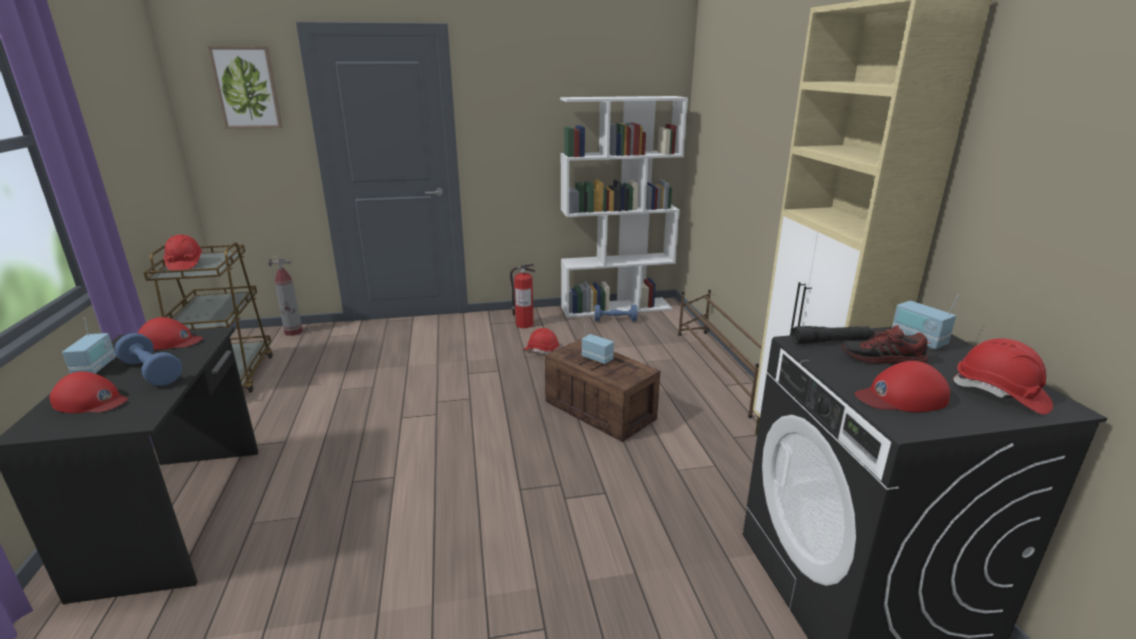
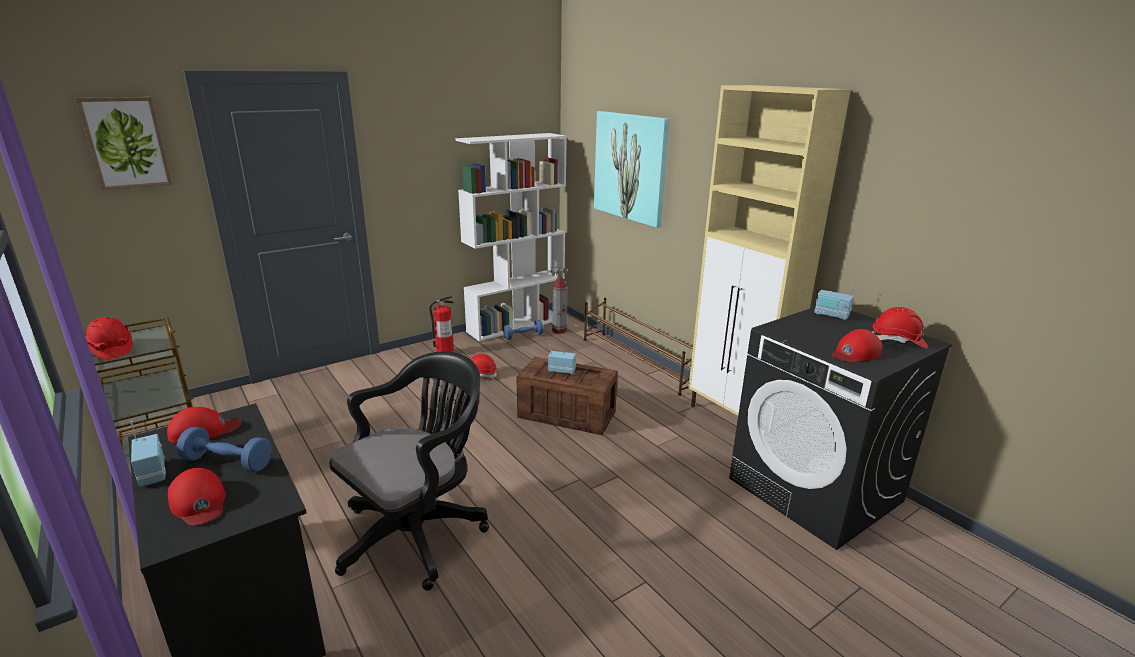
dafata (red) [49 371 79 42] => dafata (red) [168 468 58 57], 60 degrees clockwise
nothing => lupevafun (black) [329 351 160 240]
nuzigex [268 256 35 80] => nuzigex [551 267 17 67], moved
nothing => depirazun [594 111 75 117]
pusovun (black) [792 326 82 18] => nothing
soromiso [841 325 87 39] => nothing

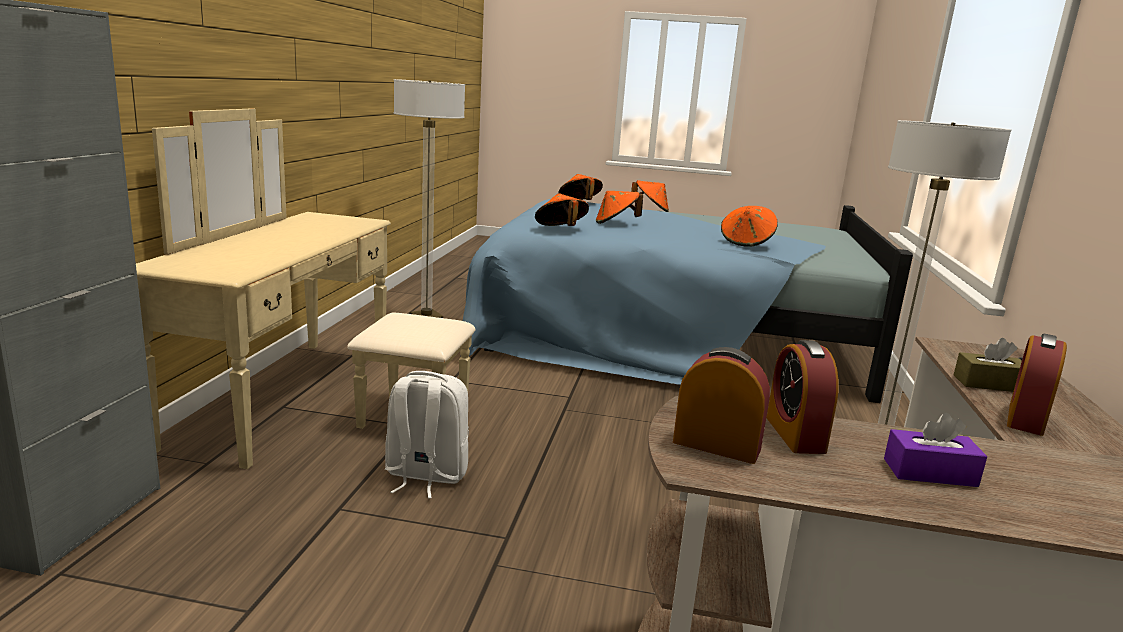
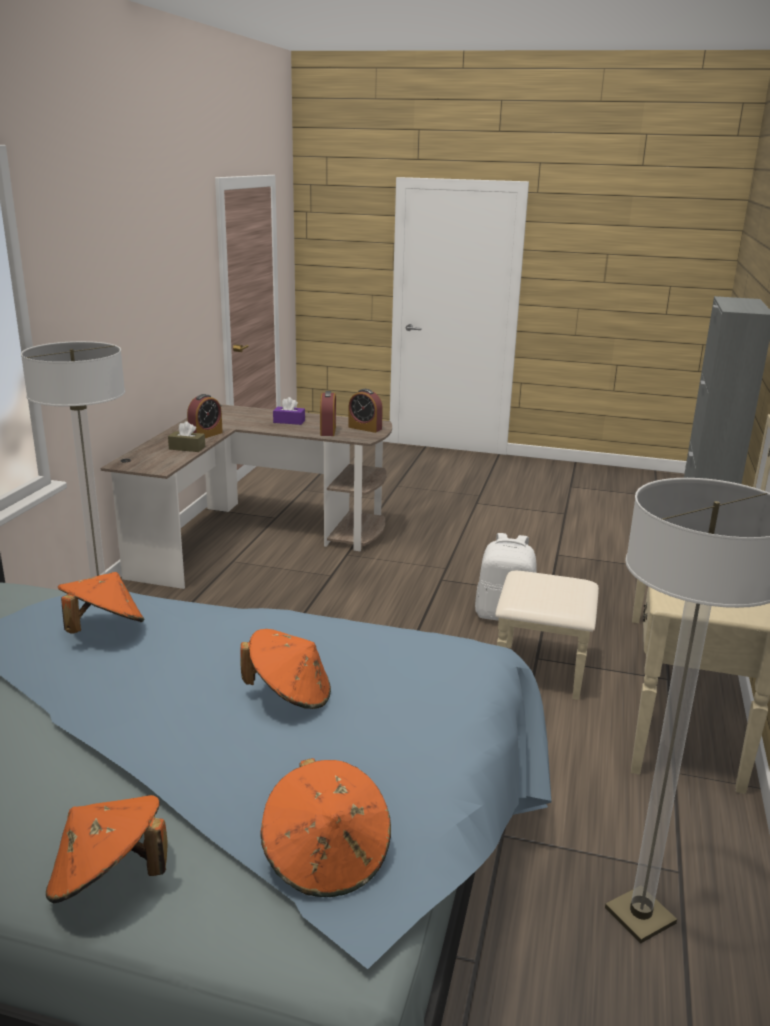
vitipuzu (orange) [535 193 54 33] => nothing

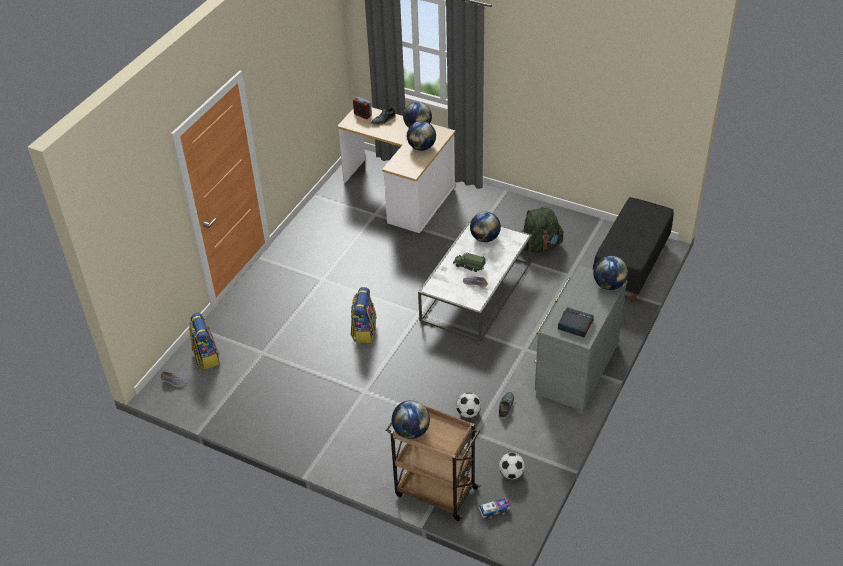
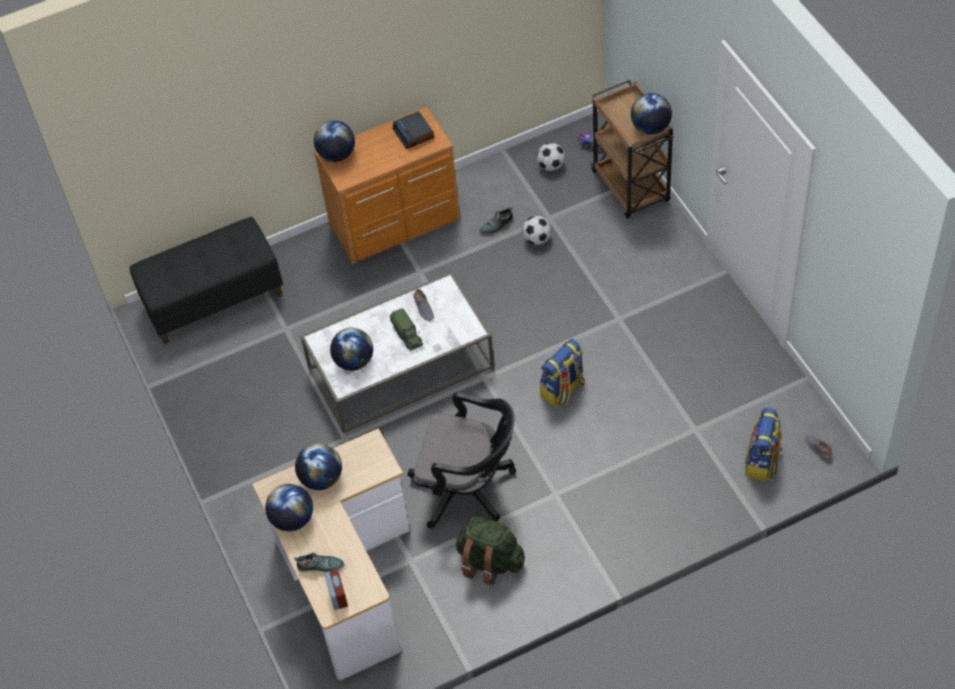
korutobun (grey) [535 265 92 149] => korutobun (brown) [314 107 146 157]
nothing => lupevafun (black) [407 392 109 136]
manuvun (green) [522 207 42 46] => manuvun (green) [456 517 69 68], moved

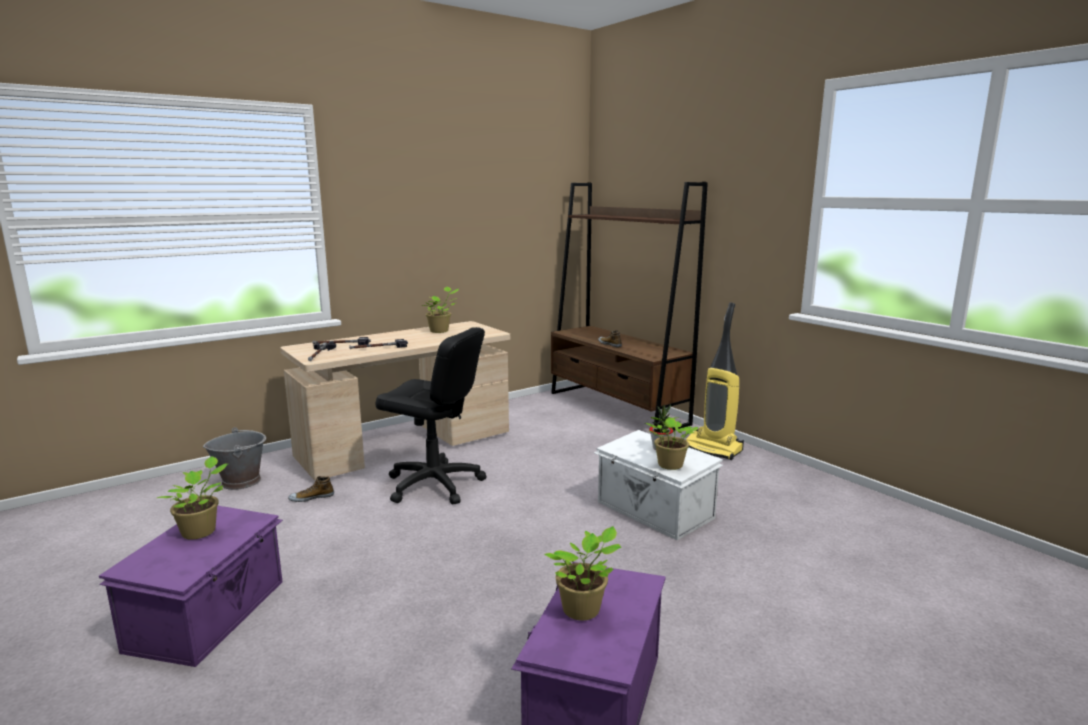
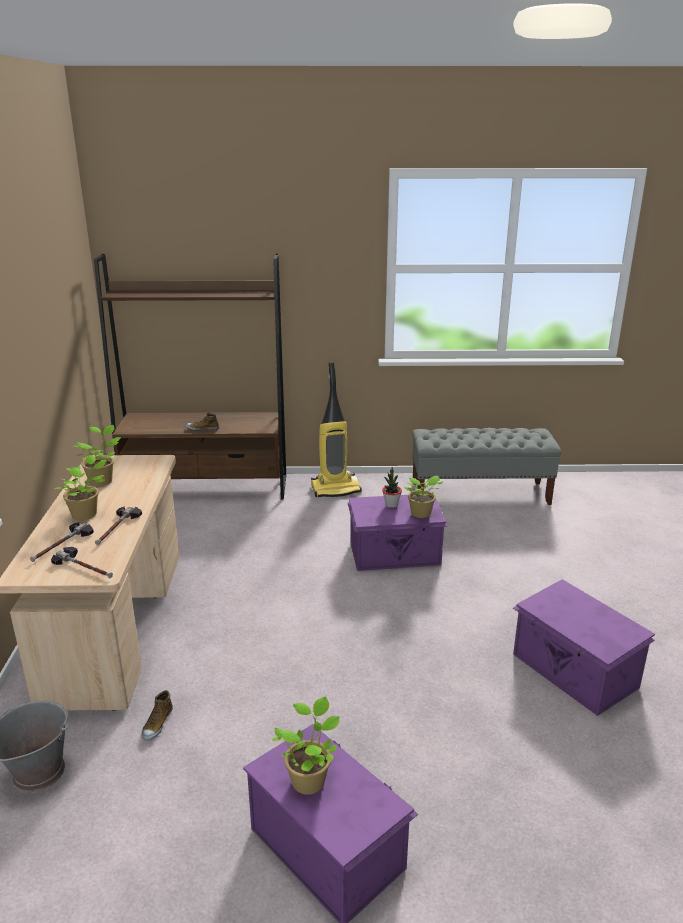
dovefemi [544 526 77 94] => dovefemi [55 455 52 65], moved
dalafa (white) [594 430 129 110] => dalafa (purple) [347 495 102 76]
nothing => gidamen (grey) [412 428 150 77]
lupevafun (black) [375 327 111 178] => nothing

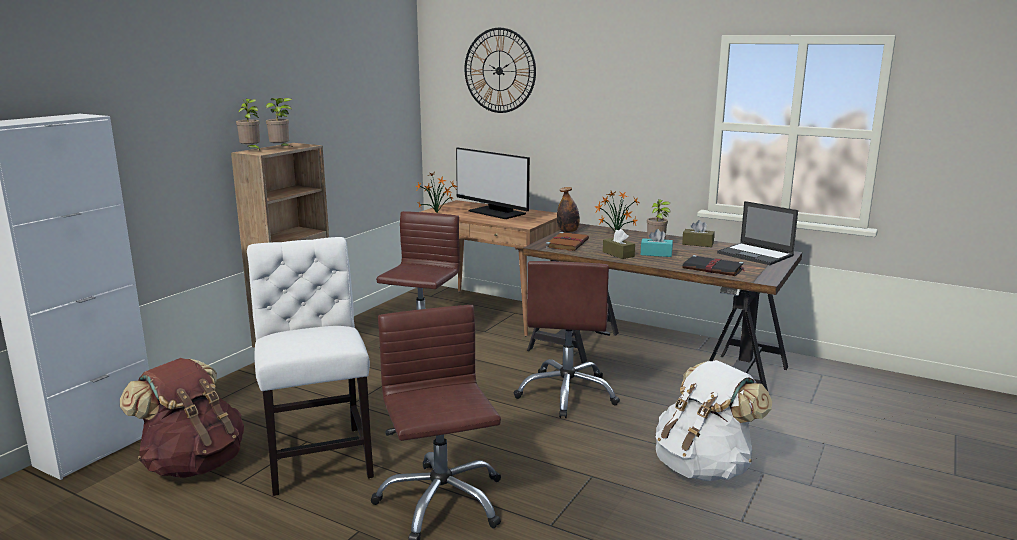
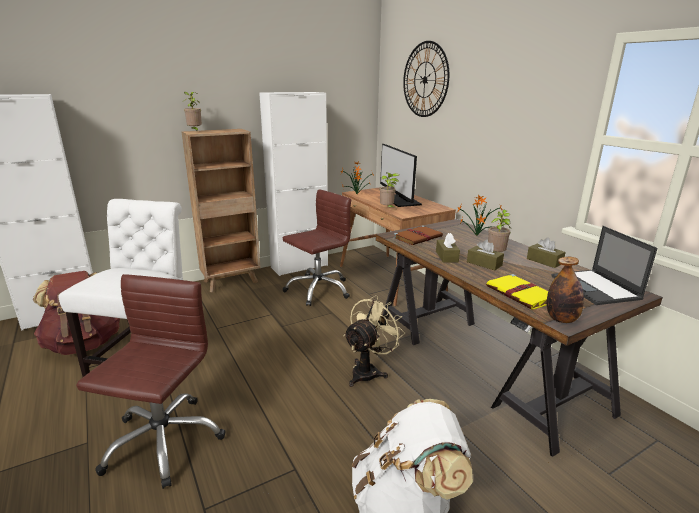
nothing => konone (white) [259 92 69 184]
lupevafun (brown) [514 261 106 157] => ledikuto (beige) [343 295 62 92]
dovefemi [266 98 26 48] => dovefemi [379 173 20 34], moved
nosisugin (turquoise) [641 229 32 28] => nosisugin (brown) [467 239 37 31]
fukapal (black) [682 255 64 21] => fukapal (yellow) [486 274 62 36]
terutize [557 187 23 46] => terutize [547 257 37 66], moved

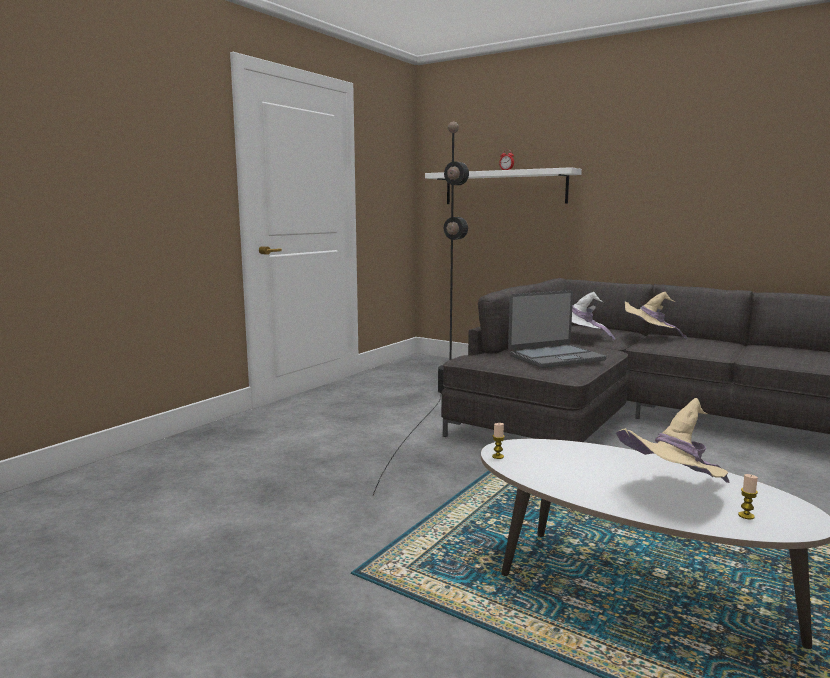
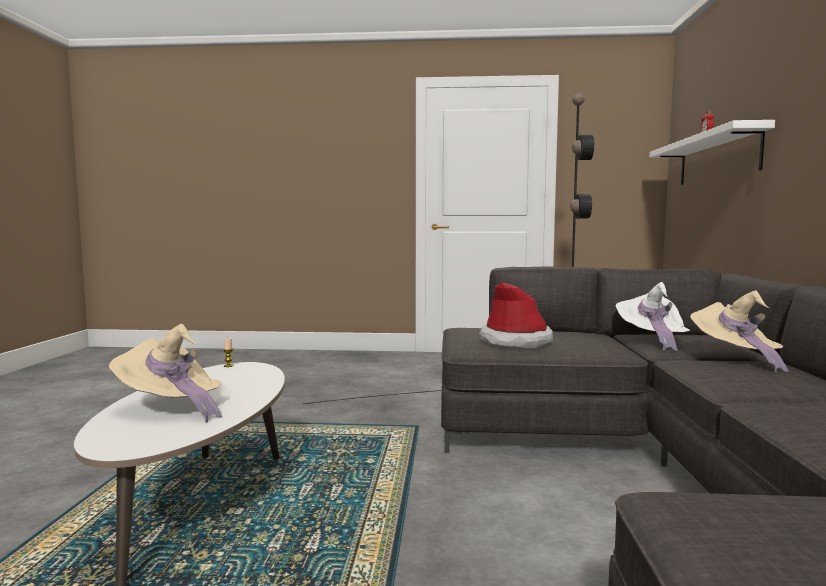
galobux [508 290 98 78] => vitipuzu [479 282 74 67]
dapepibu [738 474 20 46] => nothing

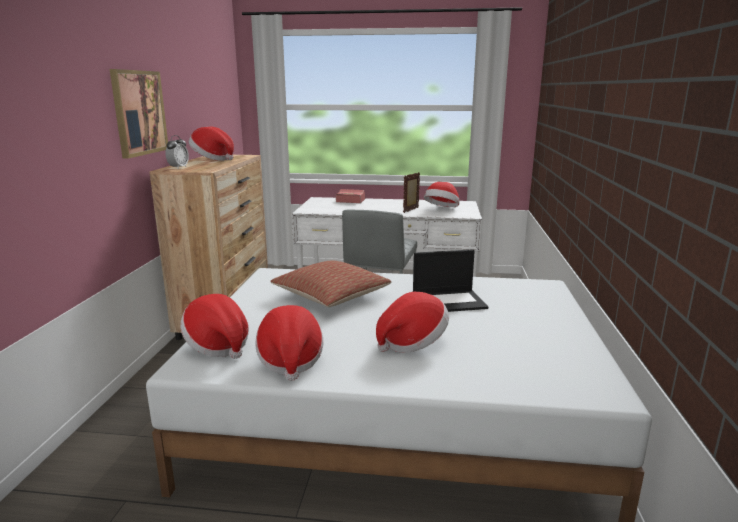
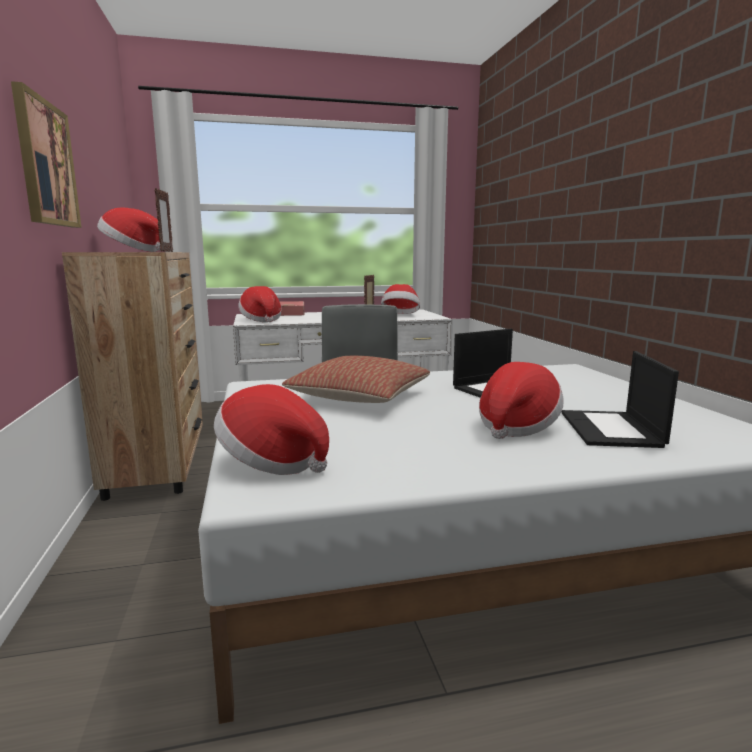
nothing => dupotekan [154 188 19 64]
vitipuzu [255 305 68 76] => vitipuzu [238 286 44 36], moved
nothing => galobux [562 351 117 97]
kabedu [165 135 24 33] => nothing

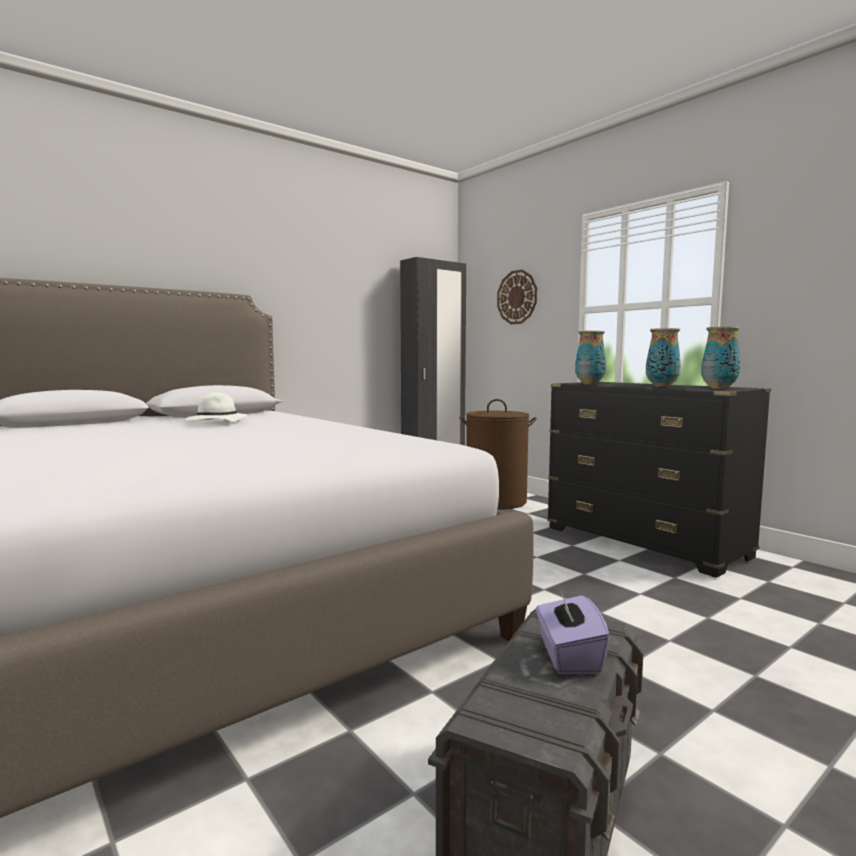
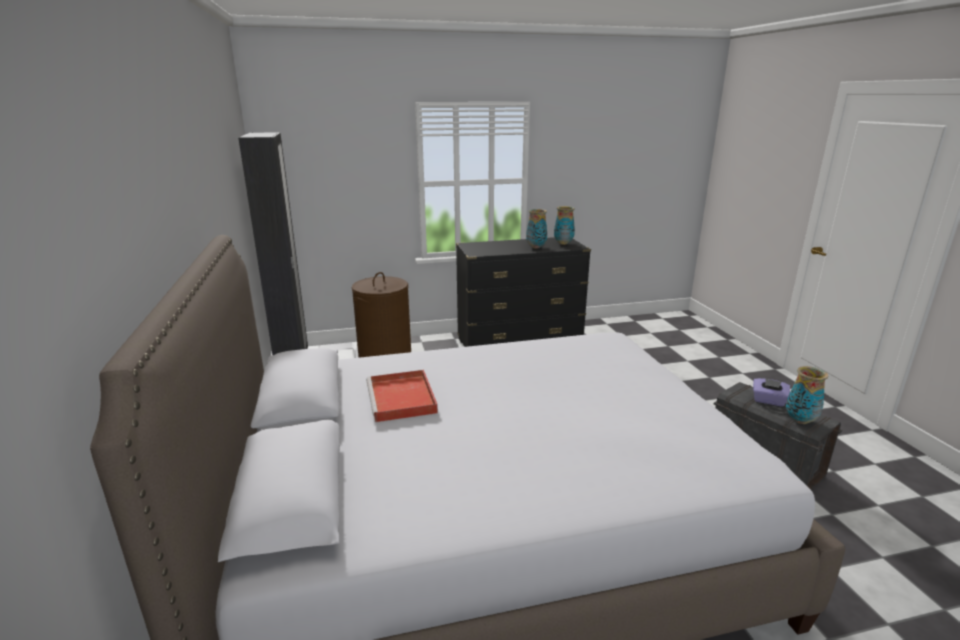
vitipuzu (white) [184 392 64 30] => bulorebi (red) [366 370 72 52]
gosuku [575 331 31 54] => gosuku [786 366 42 58], moved
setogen [497 270 40 54] => nothing

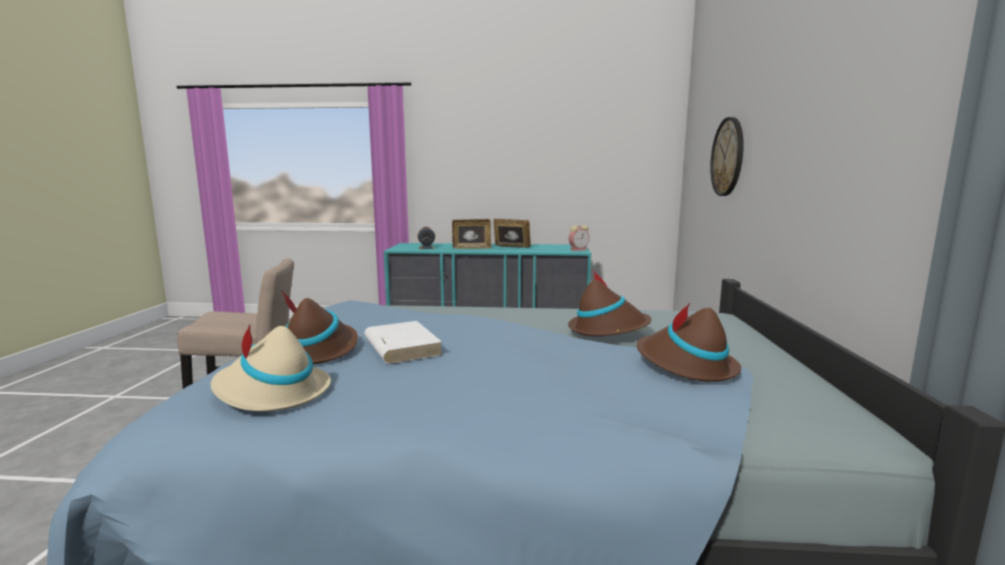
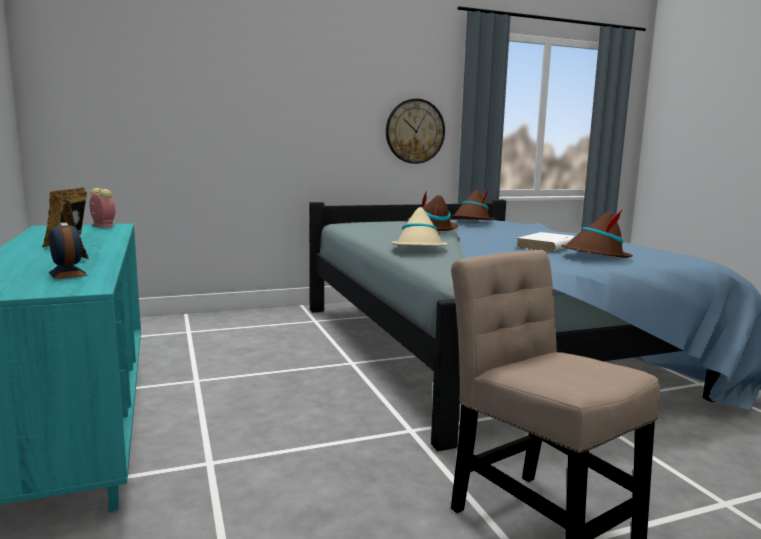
setogen [710 117 34 79] => setogen [386 99 59 65], moved
vitipuzu (beige) [211 324 120 87] => vitipuzu (beige) [391 203 57 43], moved

